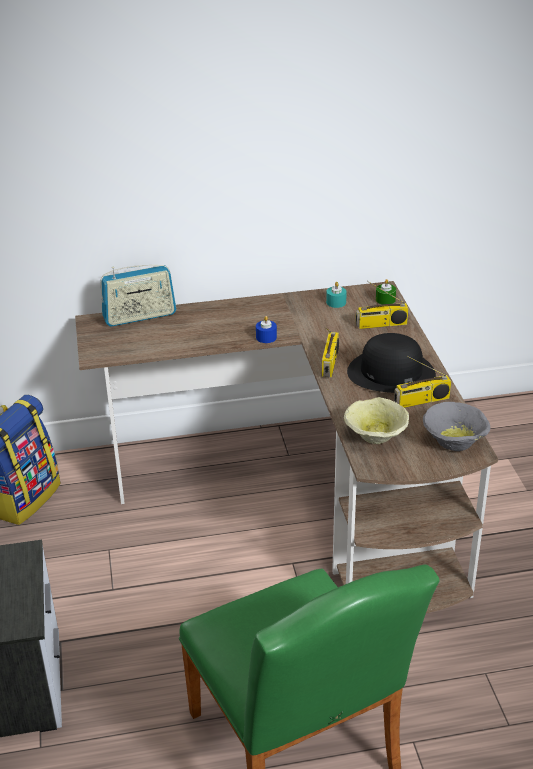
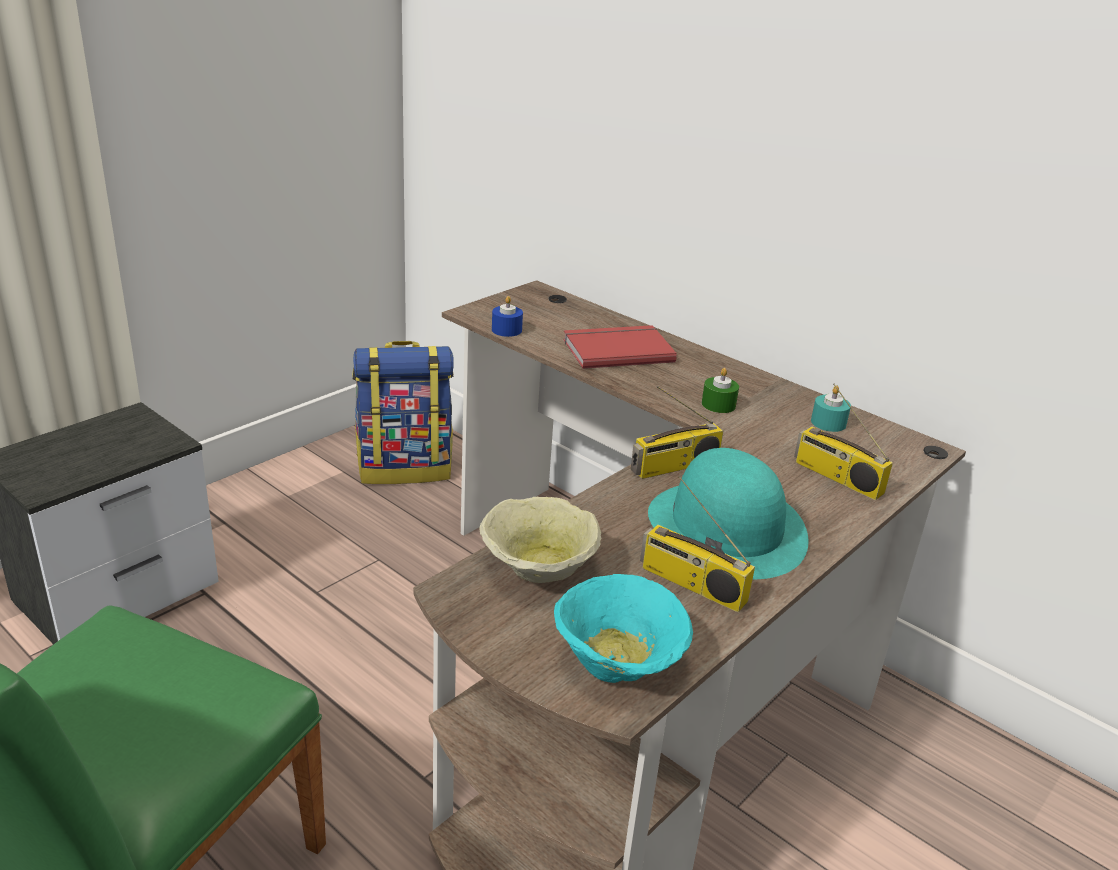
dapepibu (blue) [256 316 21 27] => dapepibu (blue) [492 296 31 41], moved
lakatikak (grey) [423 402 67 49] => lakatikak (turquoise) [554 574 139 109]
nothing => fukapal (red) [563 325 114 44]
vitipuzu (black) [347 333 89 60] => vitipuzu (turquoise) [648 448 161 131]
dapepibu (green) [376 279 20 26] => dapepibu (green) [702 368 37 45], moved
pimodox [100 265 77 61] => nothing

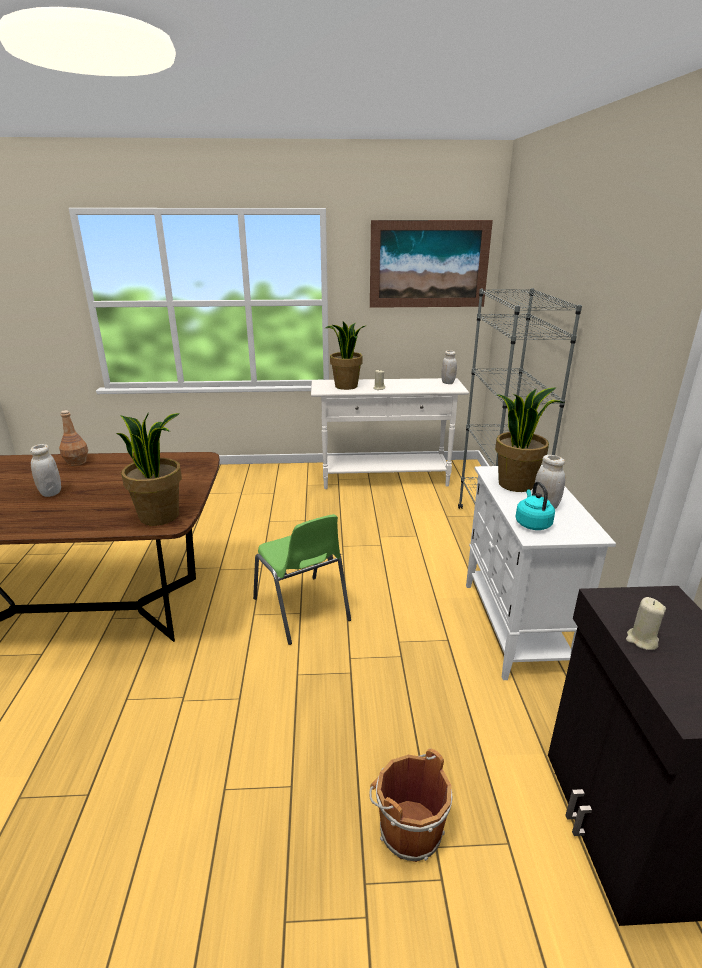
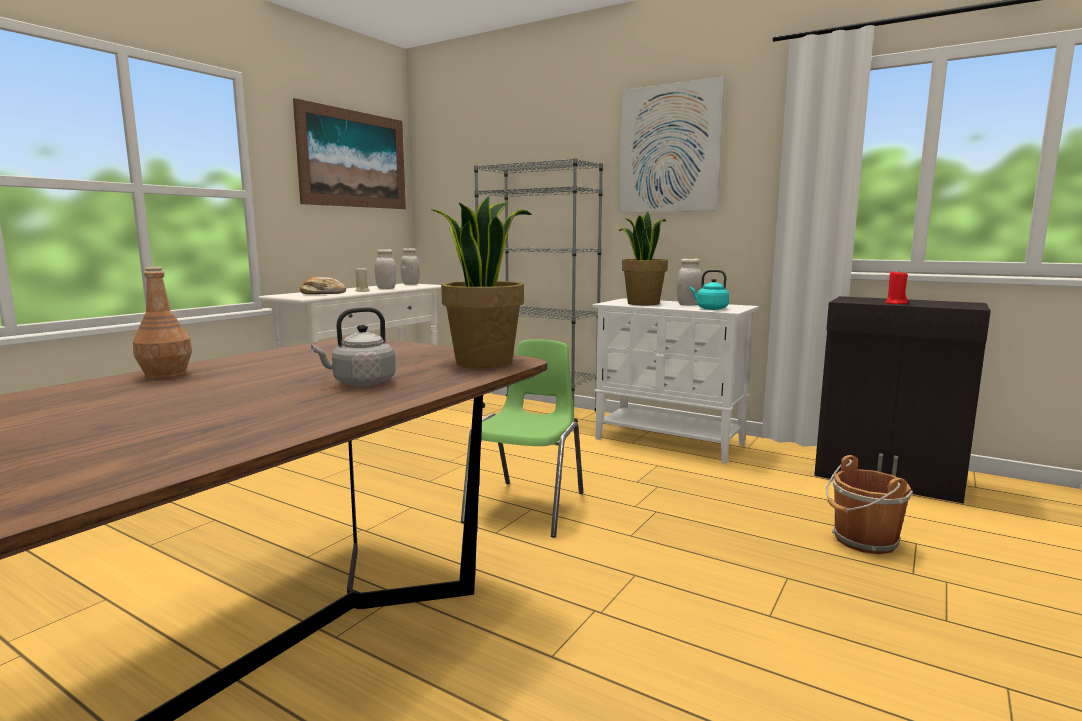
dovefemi [325 321 40 69] => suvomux [300 277 46 17]
nothing => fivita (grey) [311 307 85 79]
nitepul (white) [30 444 31 53] => nitepul (white) [375 249 21 40], moved
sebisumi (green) [253 514 98 131] => sebisumi (green) [461 339 122 199], 75 degrees counterclockwise
nothing => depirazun [619 77 106 136]
dapepibu (beige) [626 597 40 53] => dapepibu (red) [885 270 23 34]

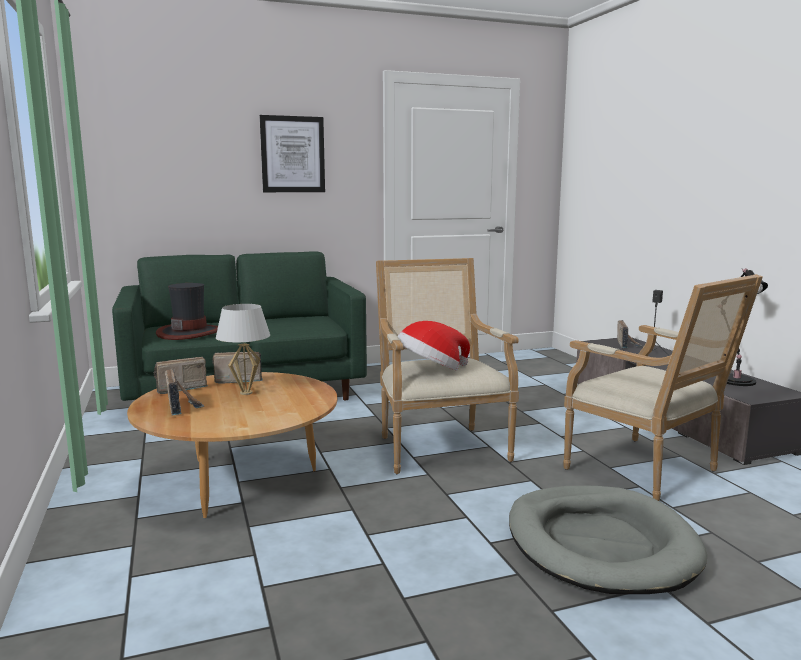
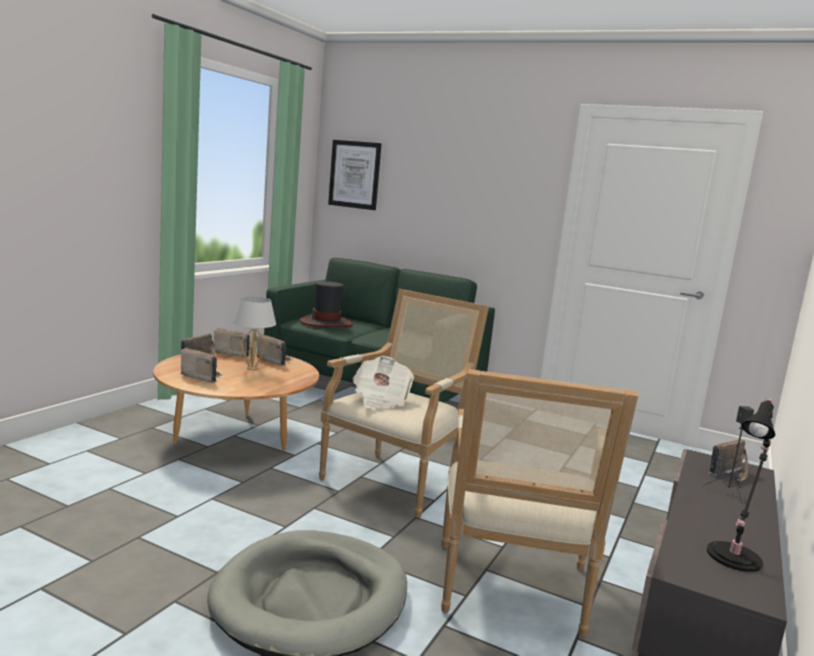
nothing => pimodox [181 348 42 35]
depirazun [260 115 65 77] => depirazun [328 140 54 70], moved
vitipuzu [397 321 73 50] => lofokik [353 356 61 53]

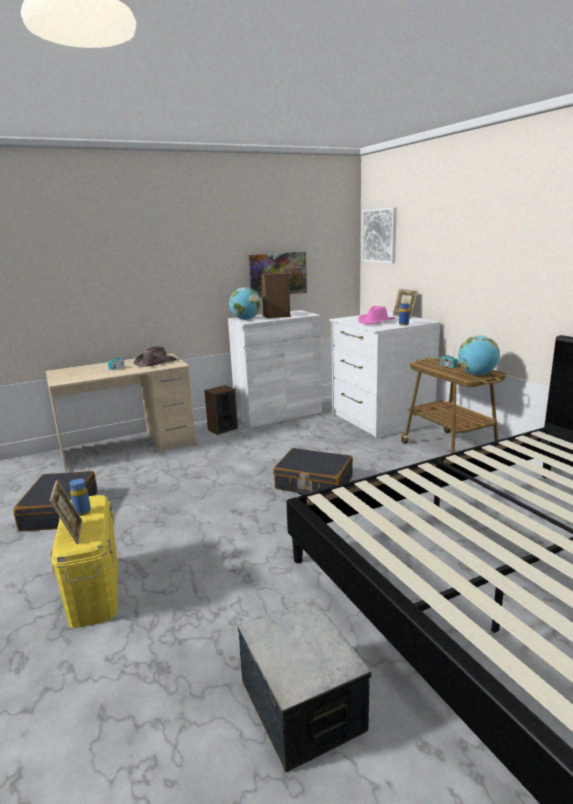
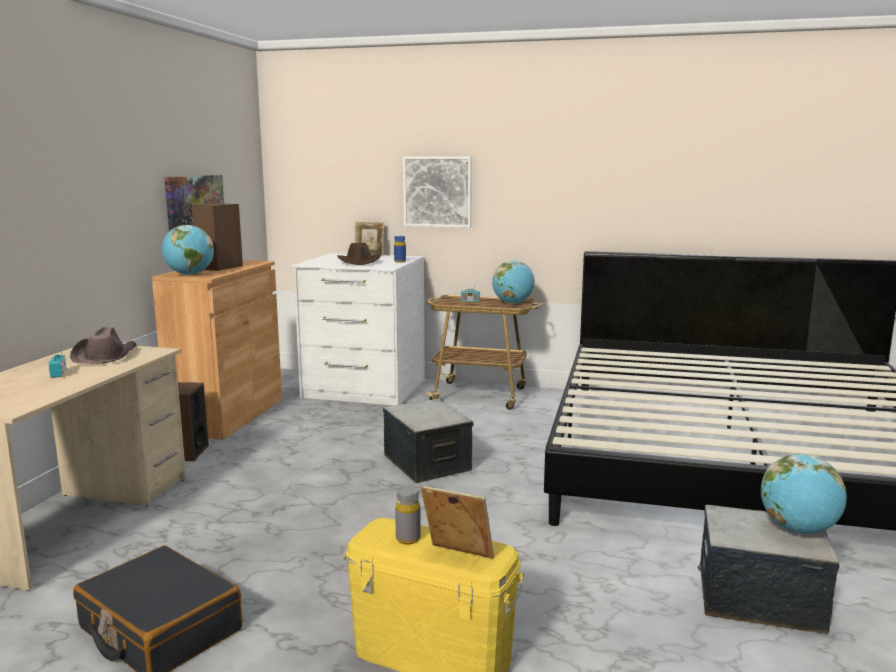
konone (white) [228 310 94 117] => konone (brown) [152 260 130 180]
vitipuzu (pink) [358 306 38 18] => vitipuzu (brown) [337 243 44 22]
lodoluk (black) [273 448 80 47] => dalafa [383 399 91 84]
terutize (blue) [70 478 21 38] => terutize (grey) [395 486 26 58]
depirazun [362 208 35 56] => depirazun [403 156 69 72], moved
nothing => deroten [761 454 86 80]

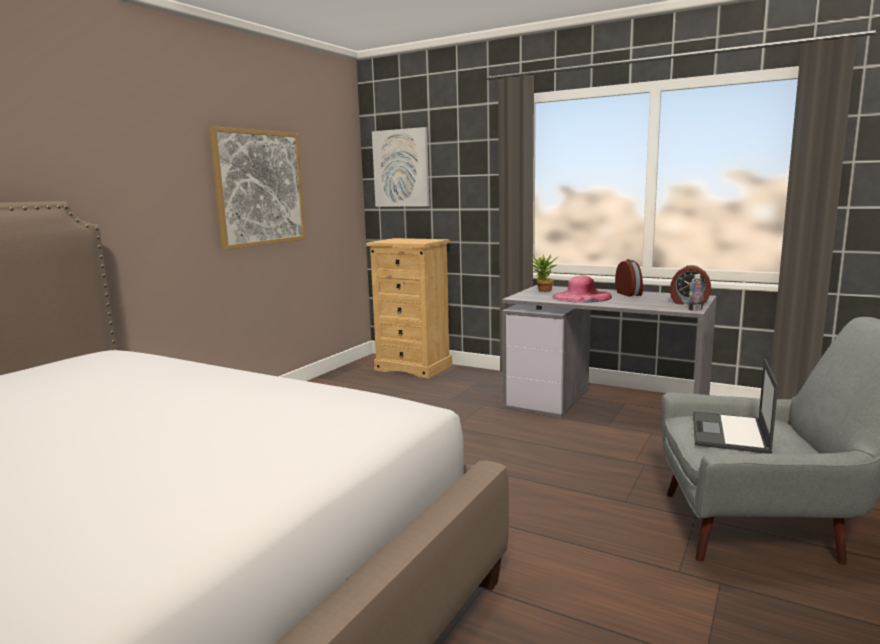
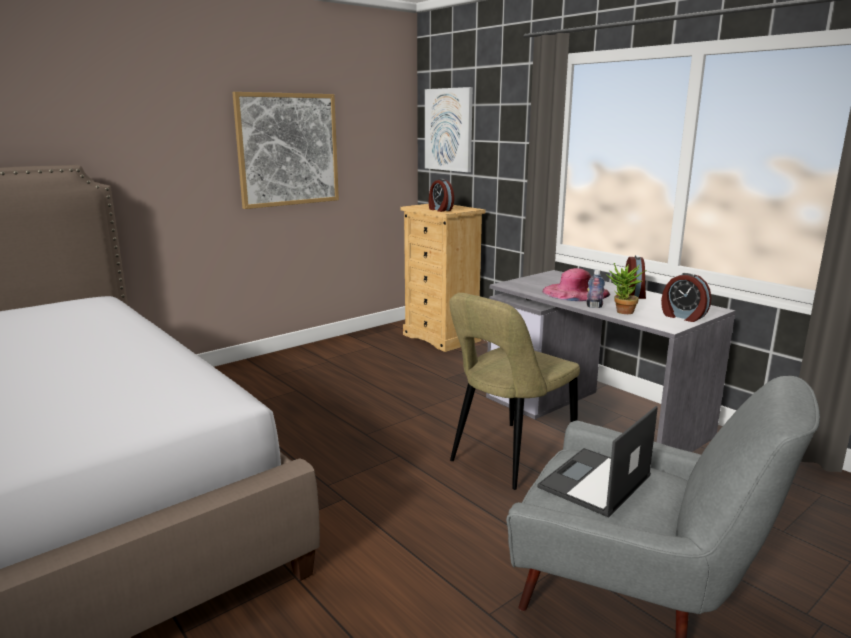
nothing => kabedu [429 179 25 33]
nothing => sebisumi (beige) [449 293 131 197]
terutize [688 274 16 37] => terutize [586 269 19 39], moved
dovefemi [531 254 27 38] => dovefemi [606 263 41 51], moved

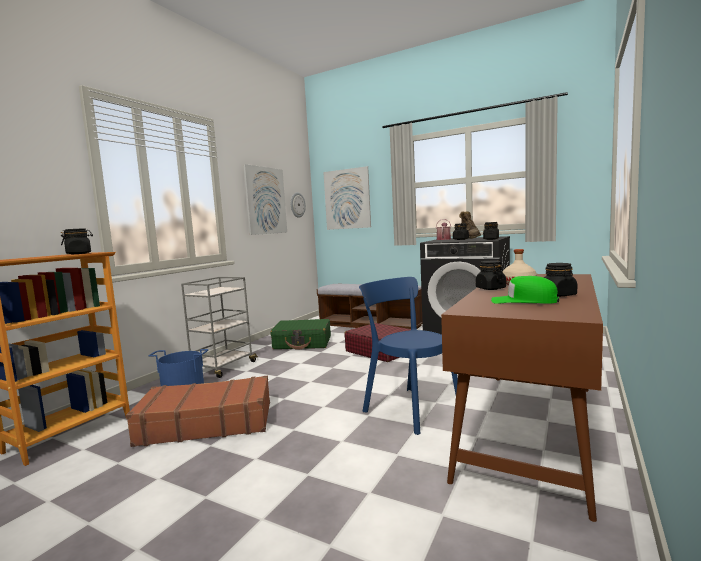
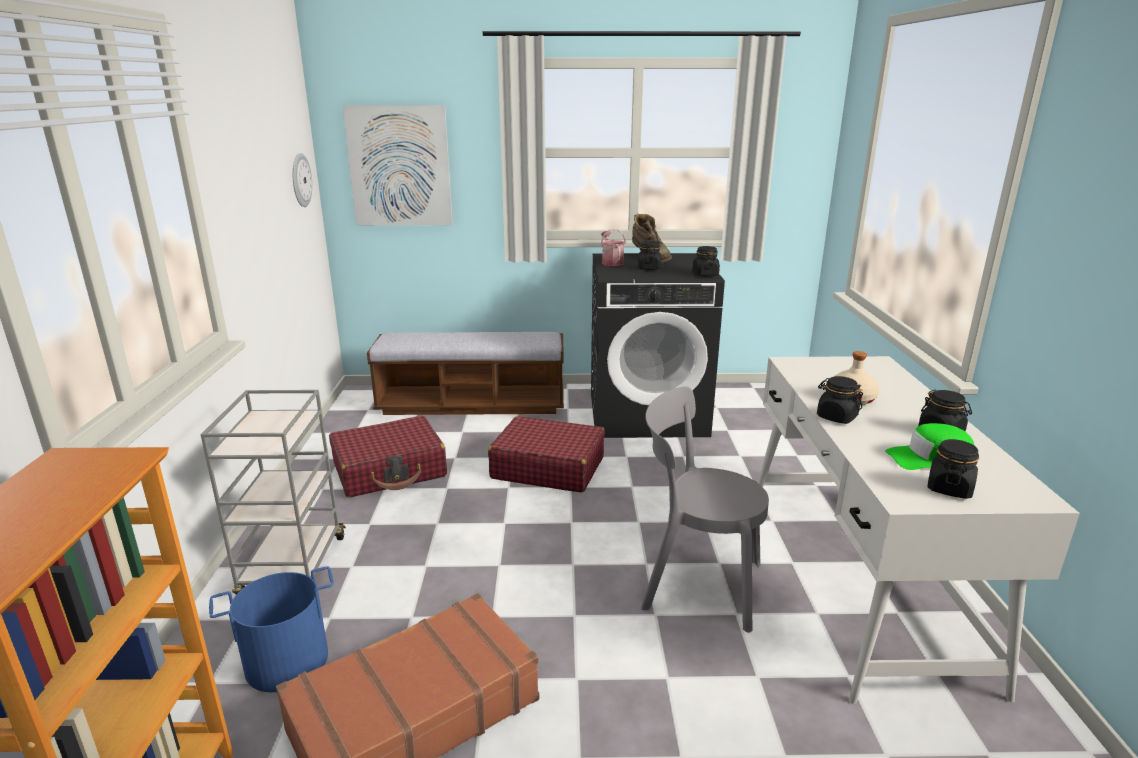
lodoluk (green) [271 319 60 31] => lodoluk (red) [329 416 118 82]
sebisumi (blue) [359 277 99 158] => sebisumi (grey) [641 387 128 246]
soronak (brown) [441 274 162 248] => soronak (white) [758 356 322 348]
nitepul (black) [61 228 32 26] => nitepul (black) [927 439 52 60], moved
depirazun [243 164 44 71] => nothing

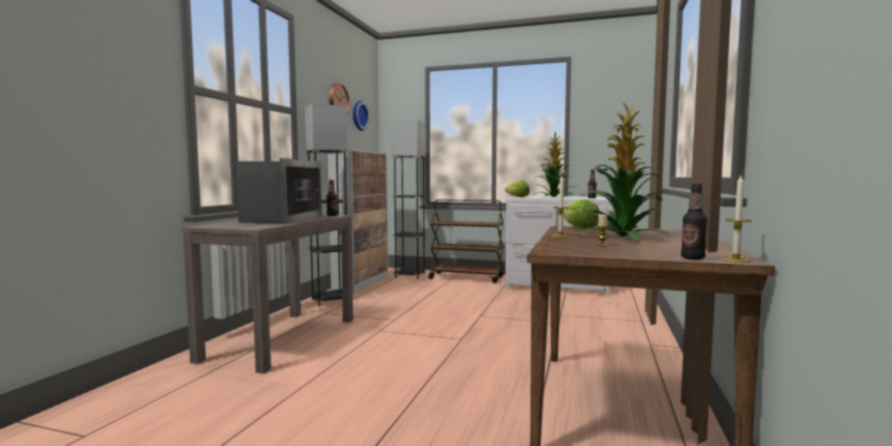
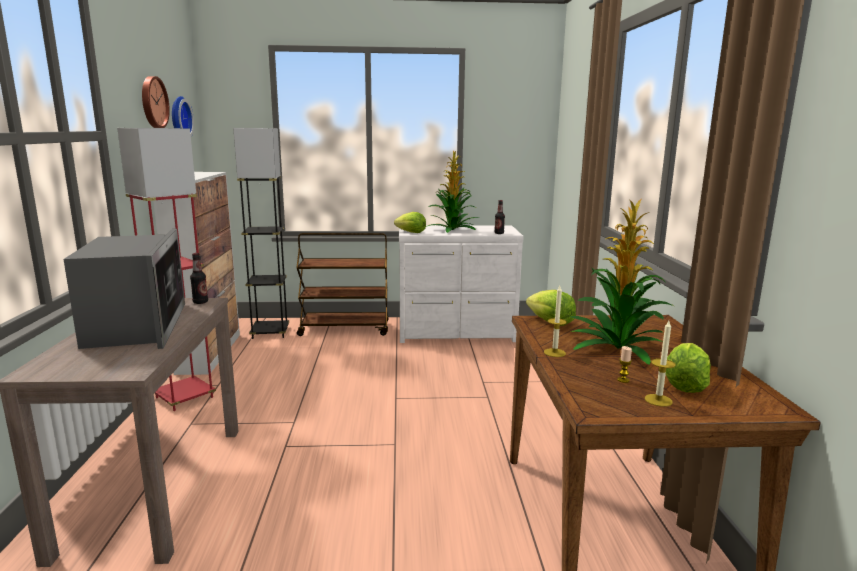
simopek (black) [305 103 44 204] => simopek (red) [117 128 99 283]
dapepibu [721 176 31 87] => dapepibu [645 321 31 86], moved
nothing => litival [666 343 45 50]
terutize [681 183 26 77] => nothing

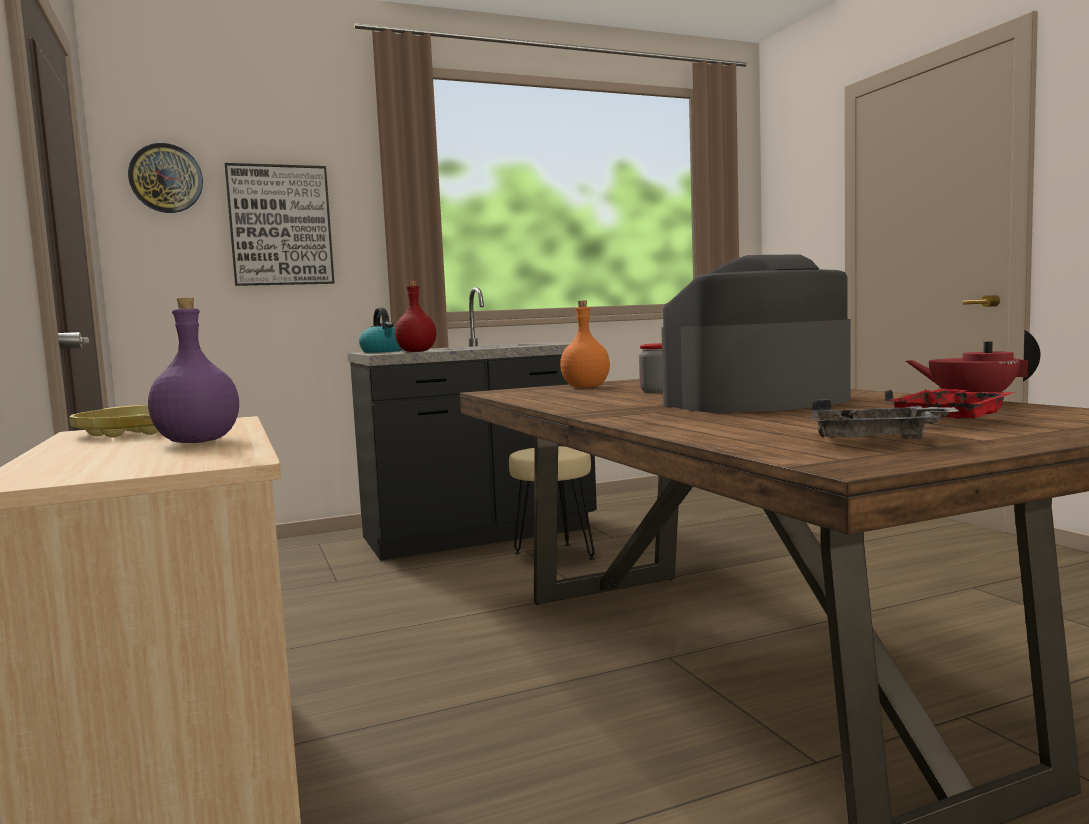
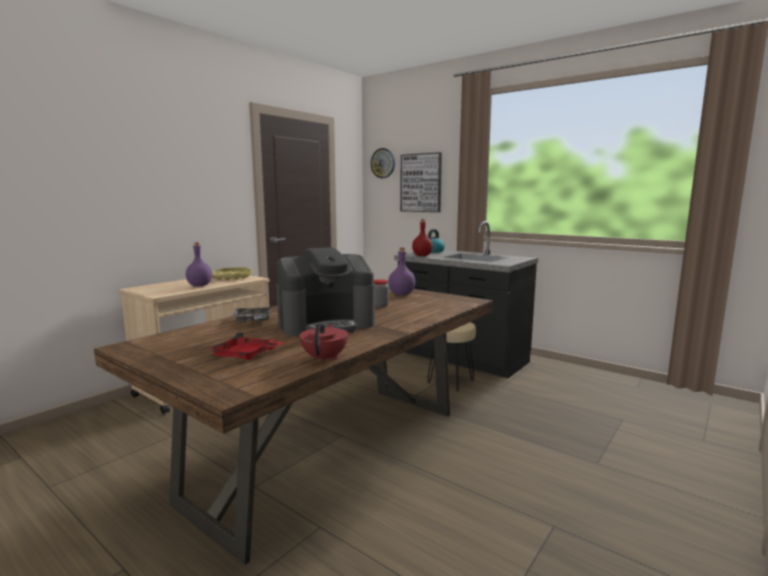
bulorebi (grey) [812 399 149 40] => bulorebi (grey) [232 306 39 17], moved
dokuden [661 254 189 159] => dokuden [277 247 98 89], 120 degrees clockwise
terutize (orange) [560 301 50 87] => terutize (purple) [388 248 27 47]

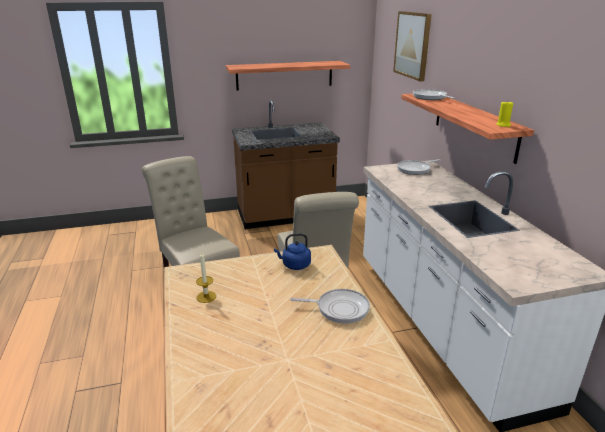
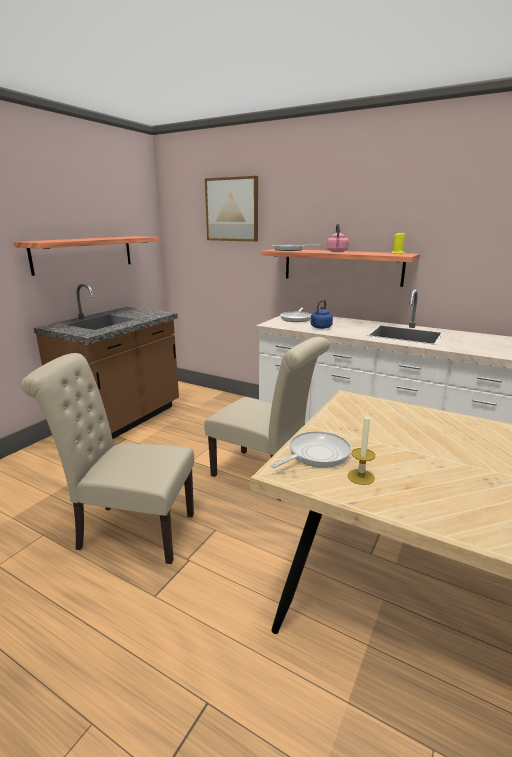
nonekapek [290 289 80 35] => nonekapek [271 431 80 37], moved
fivita (blue) [274 233 37 37] => fivita (blue) [310 300 23 29], moved
nothing => fivita (pink) [327 224 22 28]

